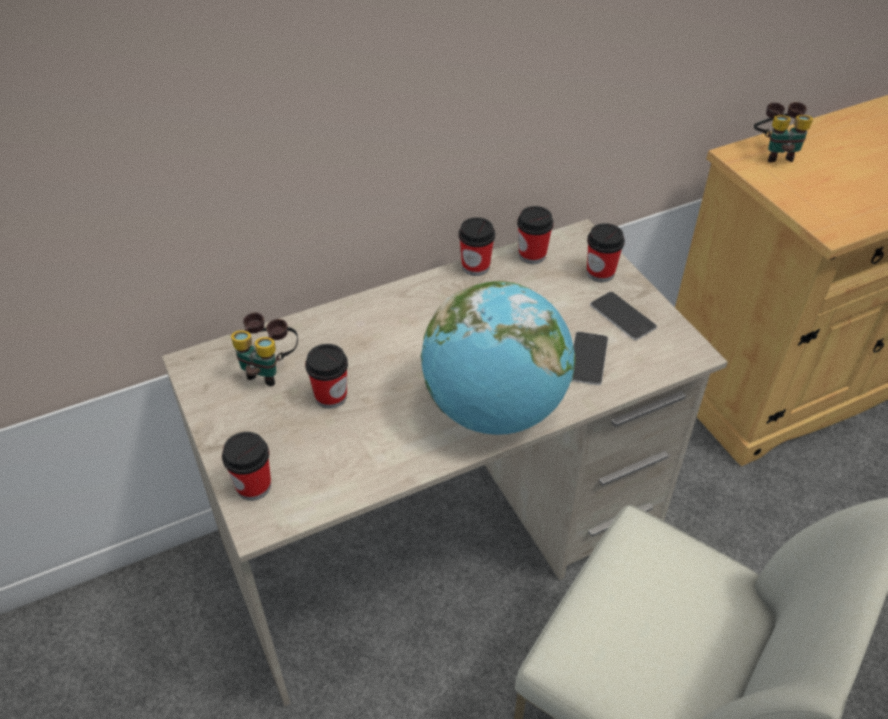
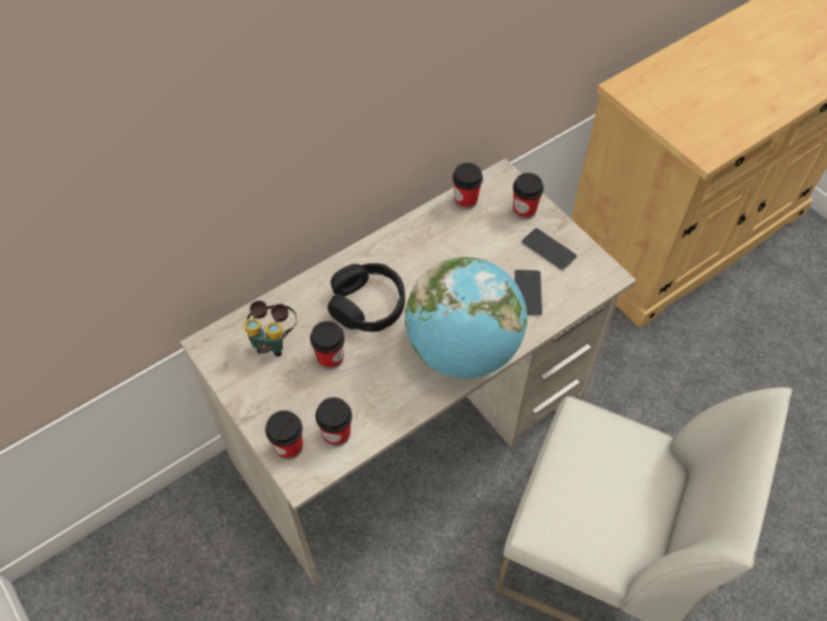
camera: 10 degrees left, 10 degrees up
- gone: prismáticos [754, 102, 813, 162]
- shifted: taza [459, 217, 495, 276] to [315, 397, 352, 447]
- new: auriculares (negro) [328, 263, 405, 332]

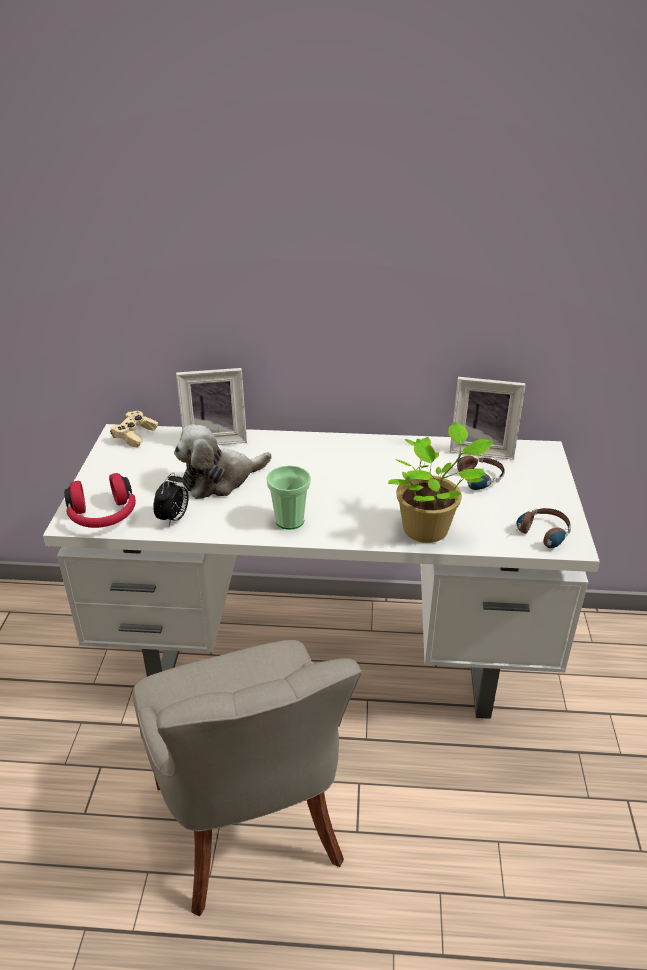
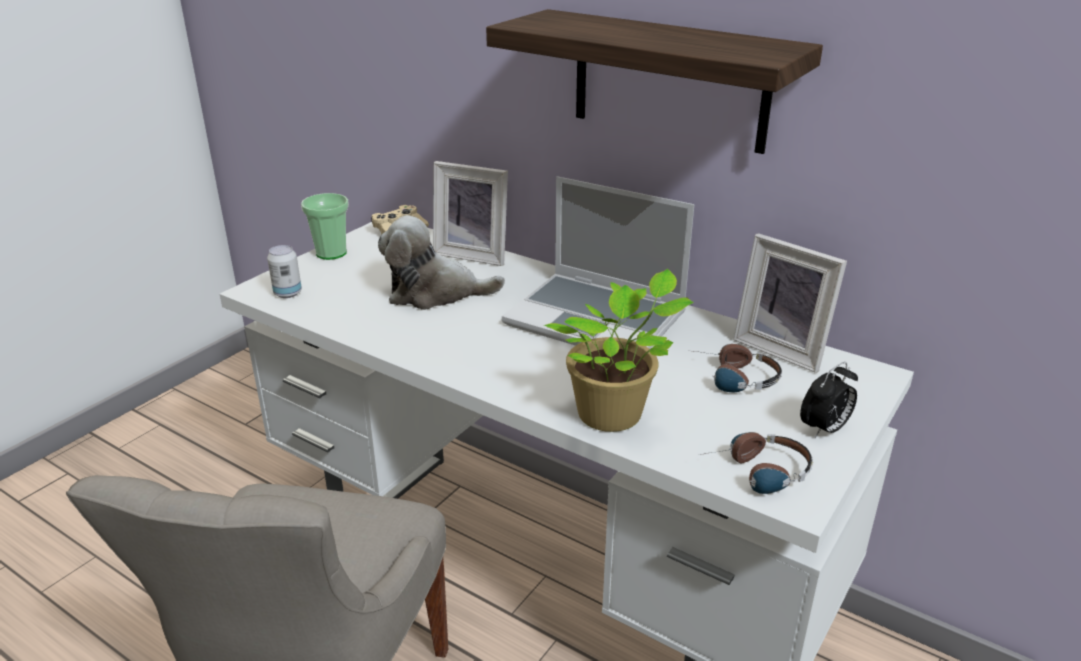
camera: 30 degrees right, 5 degrees down
- shifted: taza [266, 465, 311, 530] to [301, 193, 349, 260]
- shifted: despertador [153, 472, 189, 526] to [800, 362, 858, 438]
- swapped: auriculares (rojo) [64, 473, 136, 528] to lata [267, 245, 302, 298]
- new: estante [486, 9, 823, 154]
- new: portátil [502, 176, 694, 349]

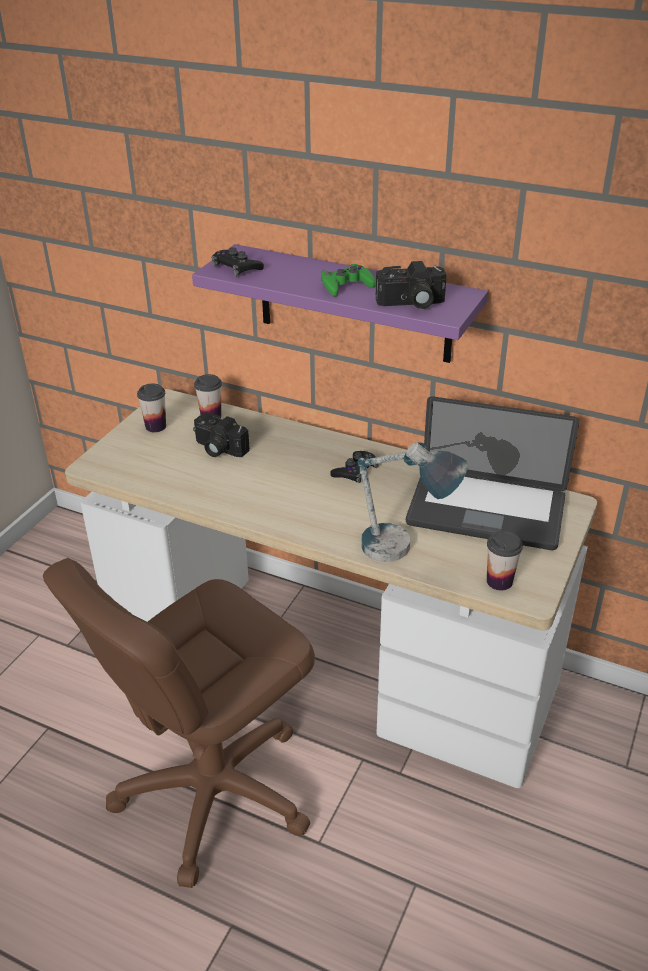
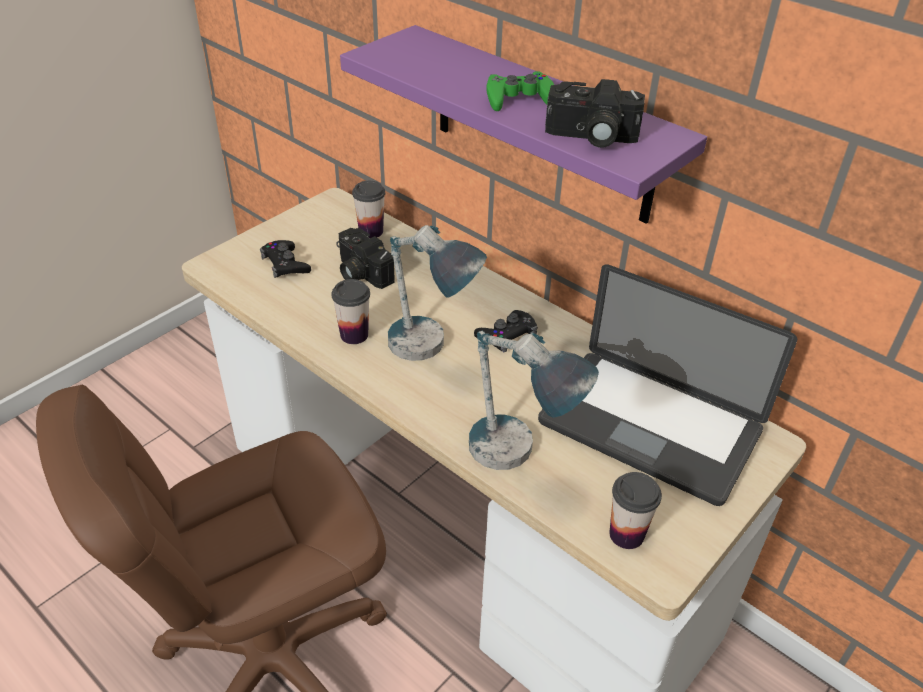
camera: 15 degrees right, 5 degrees up
- shifted: mando de consola (negro) [211, 247, 264, 276] to [260, 240, 311, 278]
- shifted: taza [137, 384, 166, 432] to [332, 279, 370, 344]
- new: lámpara de mesa [388, 225, 487, 361]

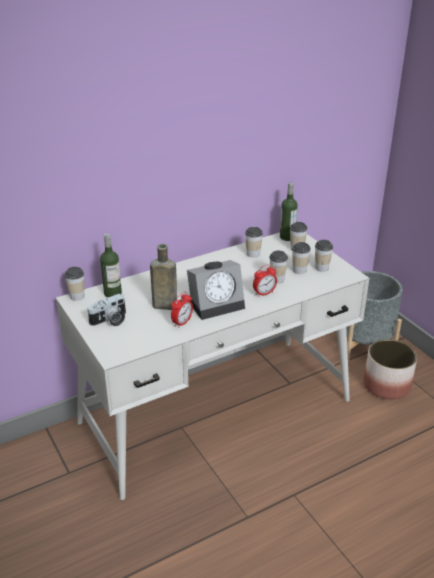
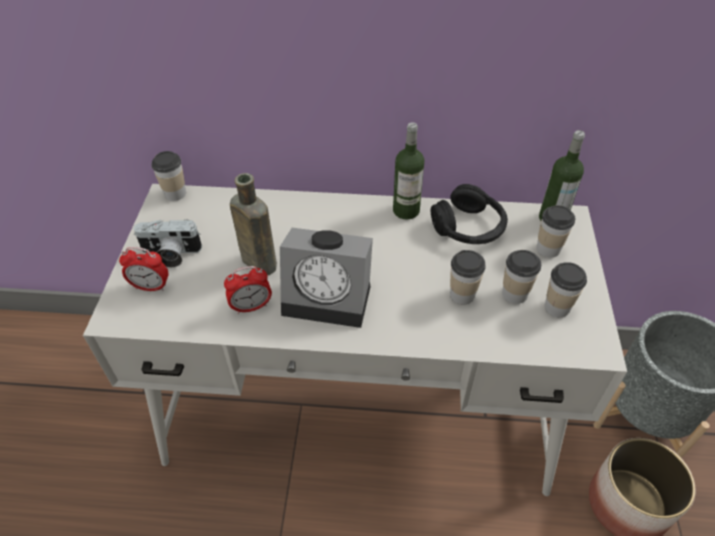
camera: 35 degrees right, 15 degrees up
- swapped: taza [245, 227, 263, 258] to auriculares (negro) [431, 184, 508, 244]
- shifted: botella [100, 234, 122, 298] to [393, 122, 424, 220]
- shifted: despertador [253, 264, 277, 297] to [119, 247, 168, 291]

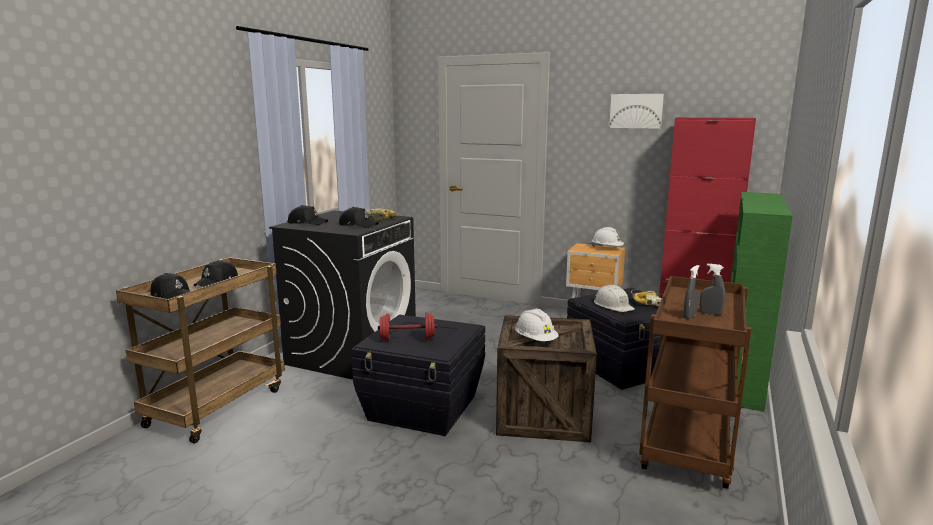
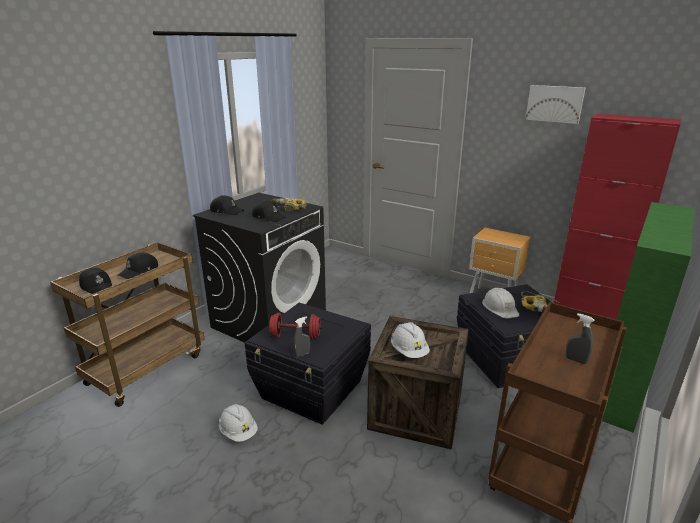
camera: 10 degrees right, 10 degrees up
- shifted: casco (blanco) [591, 227, 624, 247] to [219, 404, 258, 442]
- shifted: pulverizador (gris) [683, 265, 700, 319] to [293, 316, 310, 357]

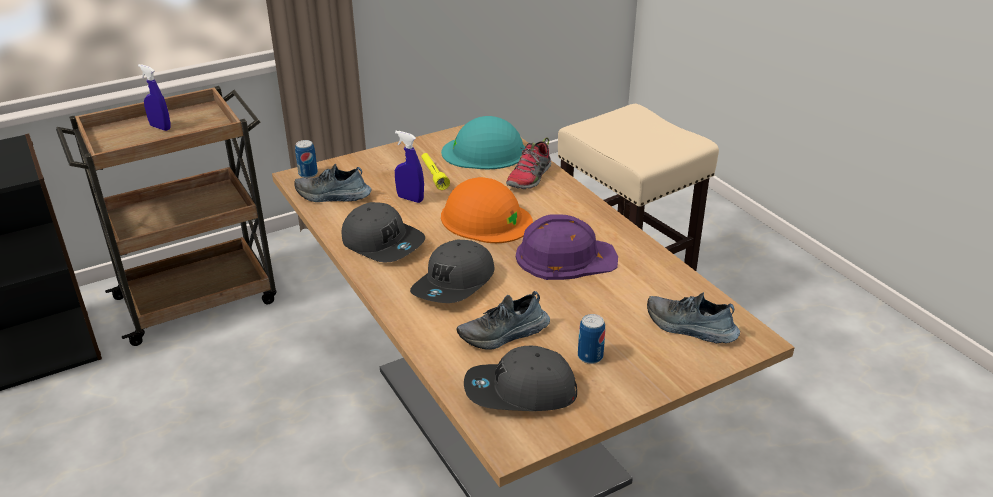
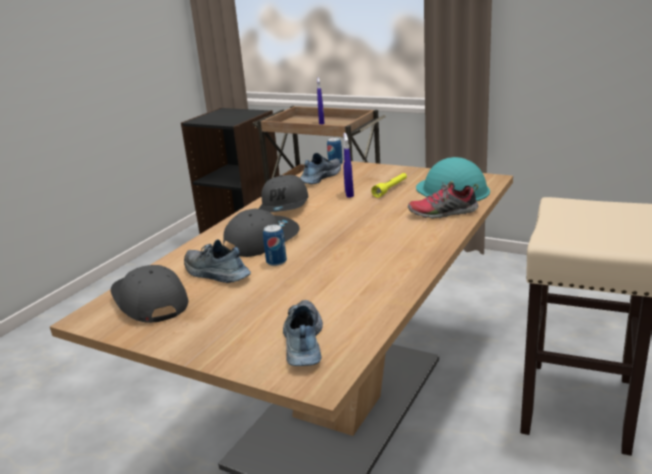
camera: 60 degrees right, 10 degrees down
- rotated: zapato [294, 164, 372, 202] = [300, 153, 341, 184] 60 degrees clockwise
- gone: casco (naranja) [441, 177, 533, 243]
- gone: casco (morado) [516, 214, 618, 280]
- rotated: gorra (gris) [410, 240, 495, 303] = [223, 209, 300, 257] 135 degrees clockwise
- shifted: lata [578, 314, 605, 364] to [263, 225, 287, 266]

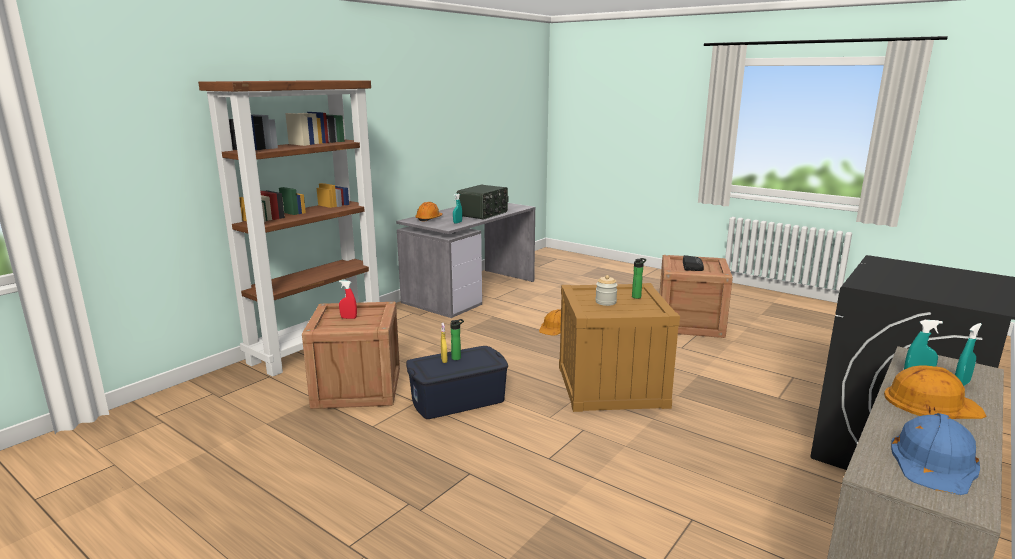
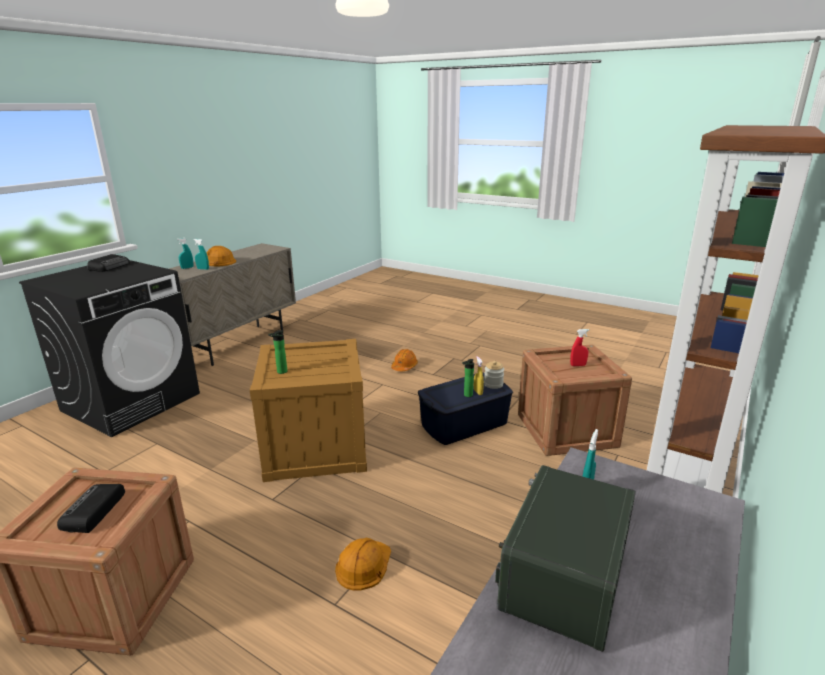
camera: 175 degrees right, 5 degrees up
- shifted: casco (naranja) [415, 202, 443, 221] to [391, 349, 418, 371]
- shifted: tarro [595, 275, 618, 306] to [484, 361, 504, 389]
- gone: casco (azul) [891, 413, 980, 495]
- new: radio [87, 254, 130, 272]

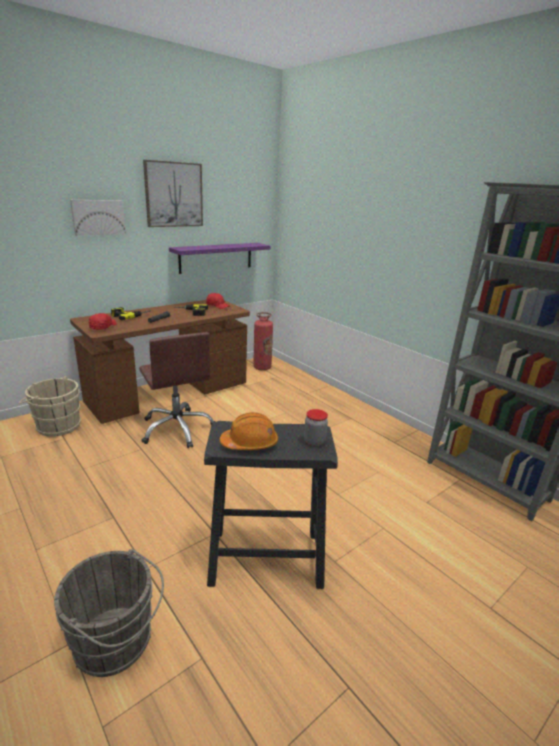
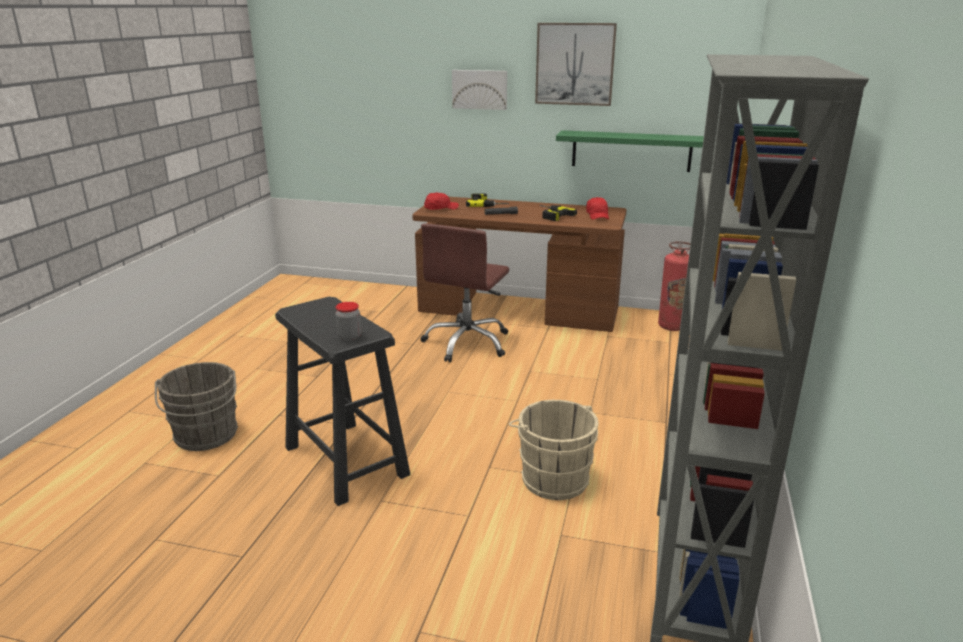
camera: 55 degrees right, 0 degrees up
- repainted: estante (morado) [169, 243, 271, 274] to estante (verde) [556, 130, 704, 172]
- shifted: cubo (beis) [19, 376, 81, 437] to [509, 400, 598, 500]
- gone: casco (naranja) [220, 412, 278, 450]

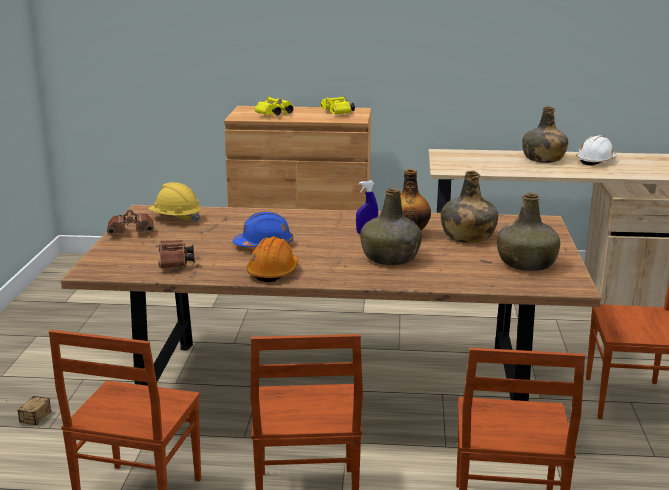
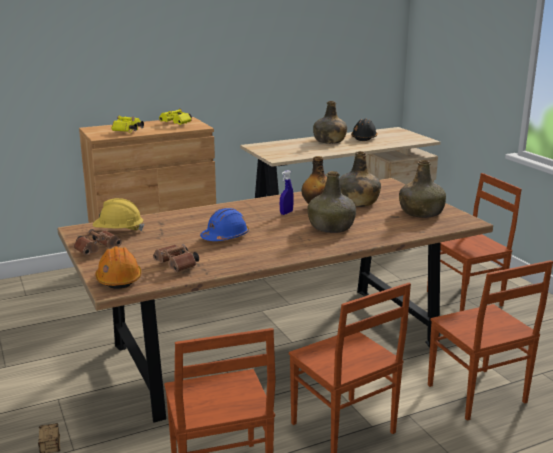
camera: 30 degrees left, 0 degrees up
- repainted: casco (blanco) [576, 136, 617, 165] to casco (negro) [351, 119, 378, 141]
- shifted: casco (naranja) [246, 236, 298, 282] to [95, 246, 142, 289]

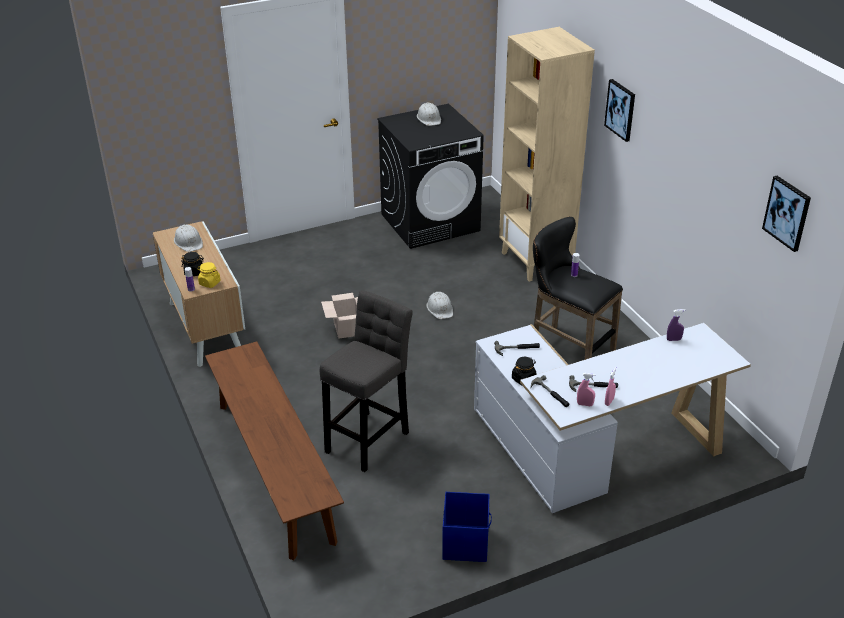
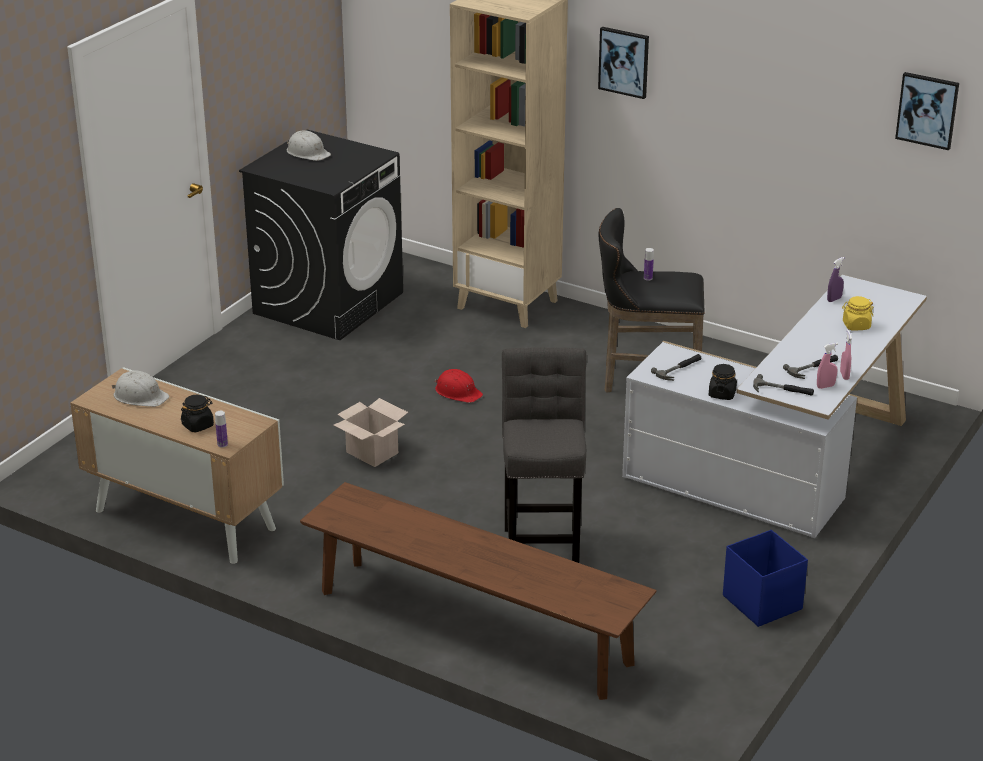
camera: 35 degrees left, 5 degrees down
- shifted: tarro (amarillo) [197, 262, 221, 288] to [842, 296, 874, 330]
- repainted: casco (blanco) [426, 292, 453, 319] to casco (rojo) [435, 369, 483, 403]

